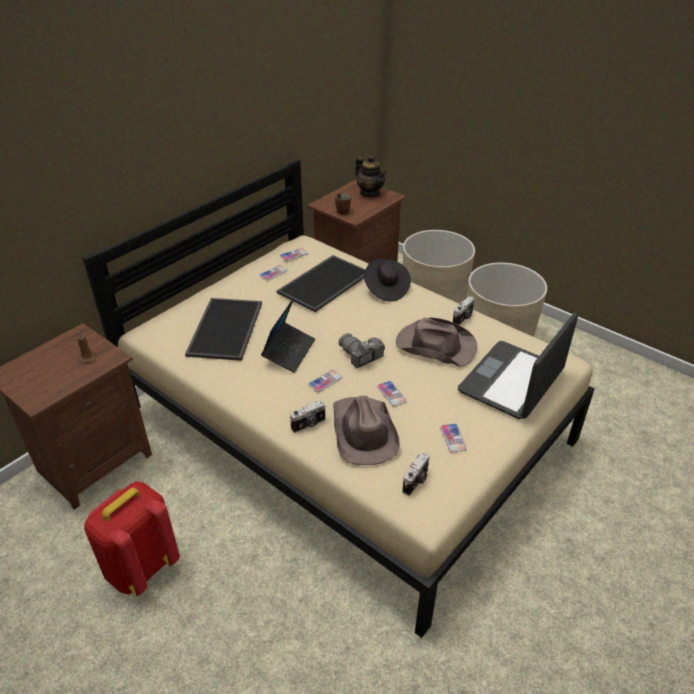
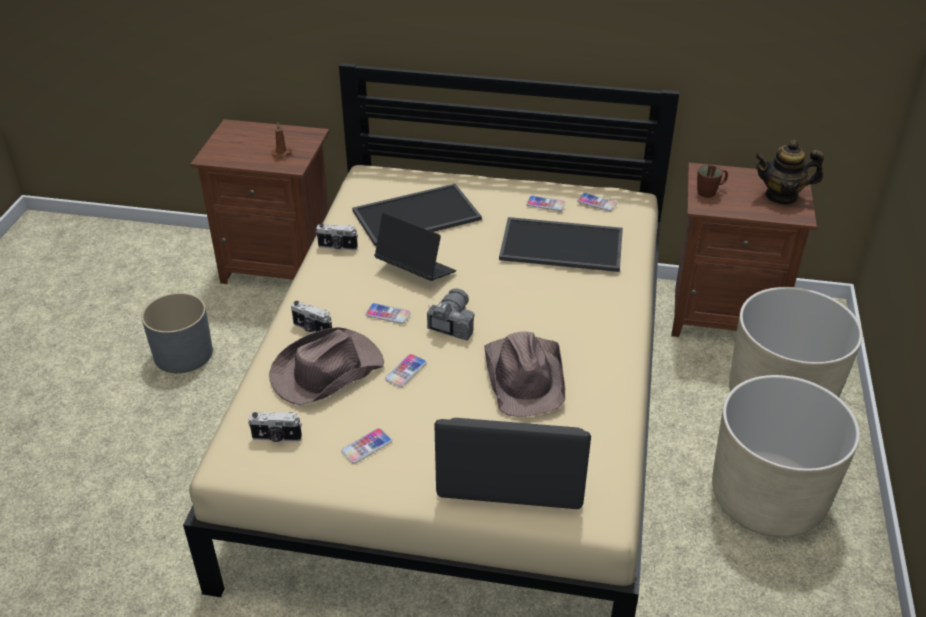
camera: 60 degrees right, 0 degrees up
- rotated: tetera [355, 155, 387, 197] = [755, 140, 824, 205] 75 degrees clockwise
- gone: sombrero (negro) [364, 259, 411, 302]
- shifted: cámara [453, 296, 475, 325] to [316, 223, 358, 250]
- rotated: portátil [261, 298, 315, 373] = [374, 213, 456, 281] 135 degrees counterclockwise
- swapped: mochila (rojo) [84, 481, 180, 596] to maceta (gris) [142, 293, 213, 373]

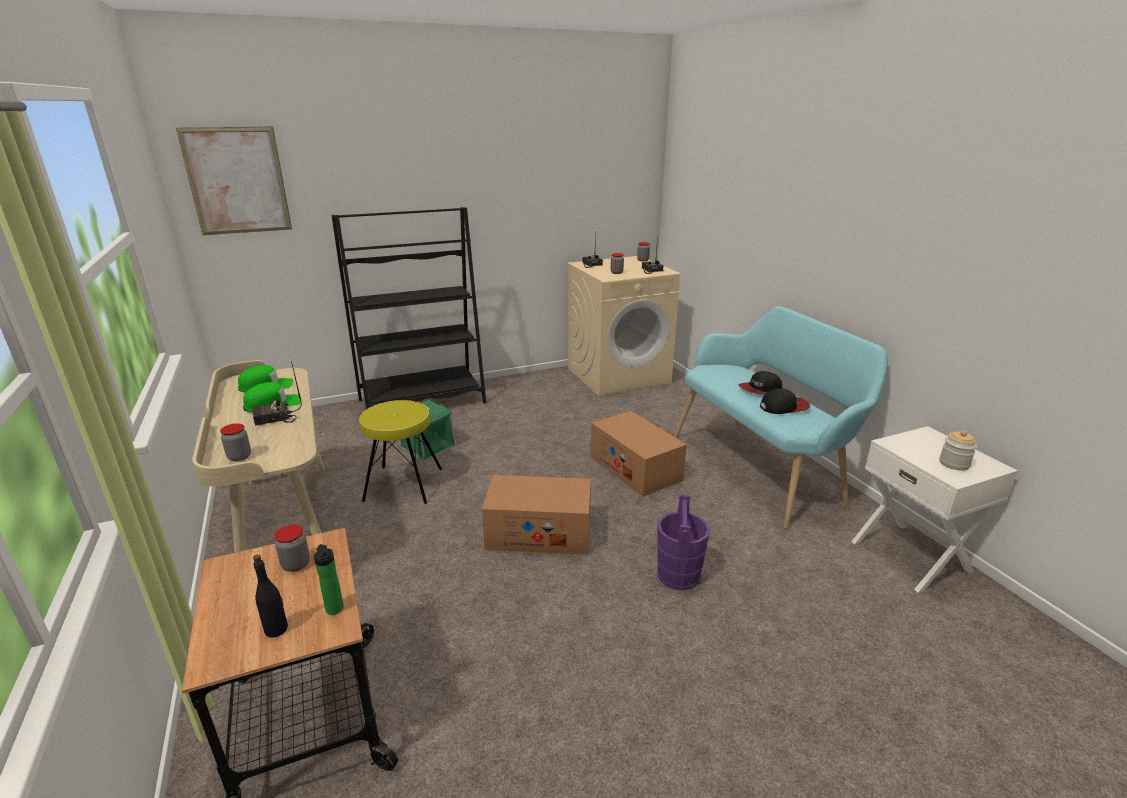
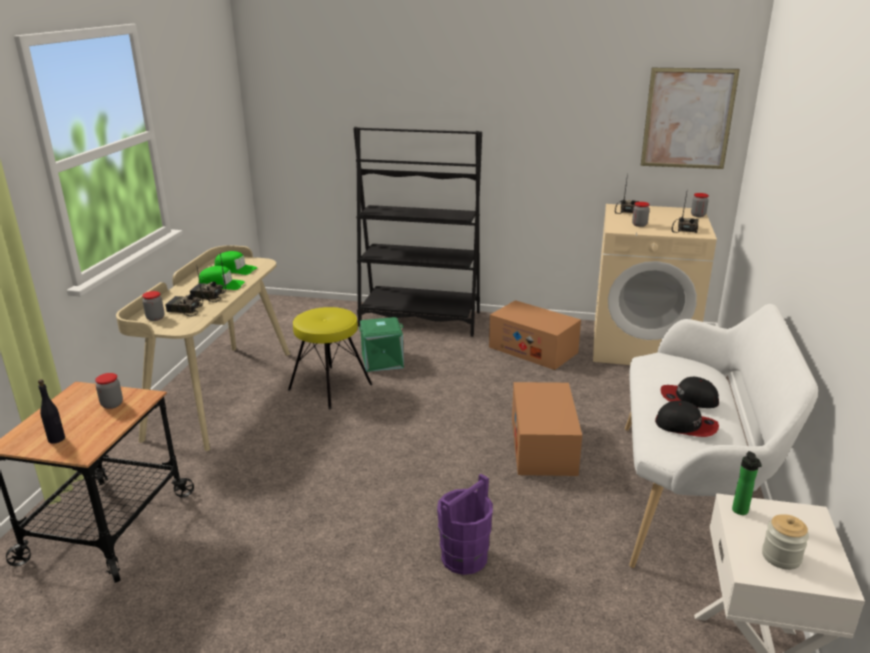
camera: 35 degrees right, 0 degrees up
- shifted: cuadro [176, 127, 292, 235] to [641, 68, 740, 169]
- repainted: banco (turquesa) [675, 306, 888, 529] to banco (blanco) [625, 304, 818, 568]
- shifted: caja de cartón [482, 475, 591, 555] to [489, 300, 581, 370]
- shifted: botella [314, 544, 344, 615] to [732, 451, 762, 515]
- new: radio [165, 264, 203, 317]

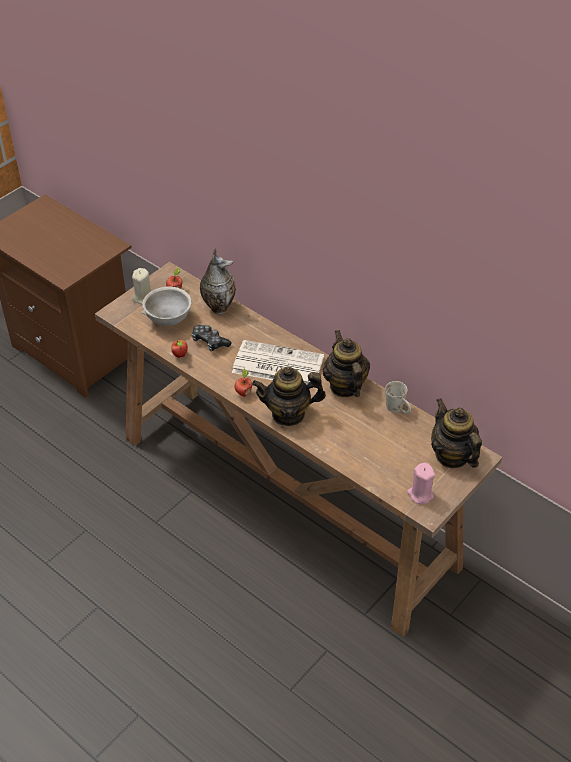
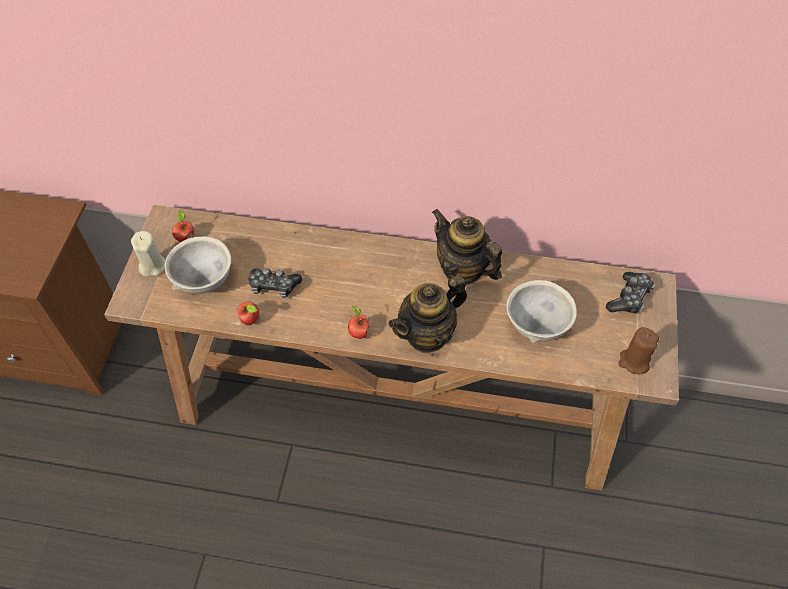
camera: 30 degrees left, 10 degrees up
- gone: florero [200, 249, 236, 314]
- gone: periódico [232, 340, 324, 385]
- gone: taza grande (blanco) [385, 381, 411, 414]
- swapped: tetera [431, 398, 482, 468] to mando de consola [606, 272, 655, 314]
- repainted: vela (rosa) [407, 463, 435, 505] to vela (marrón) [619, 327, 659, 375]
- new: cuenco (gris) [506, 280, 577, 343]

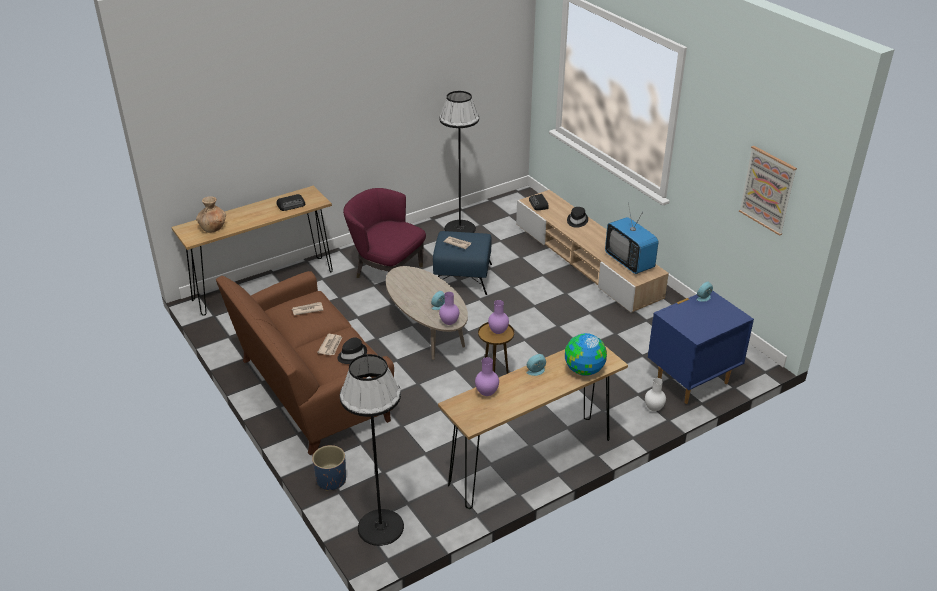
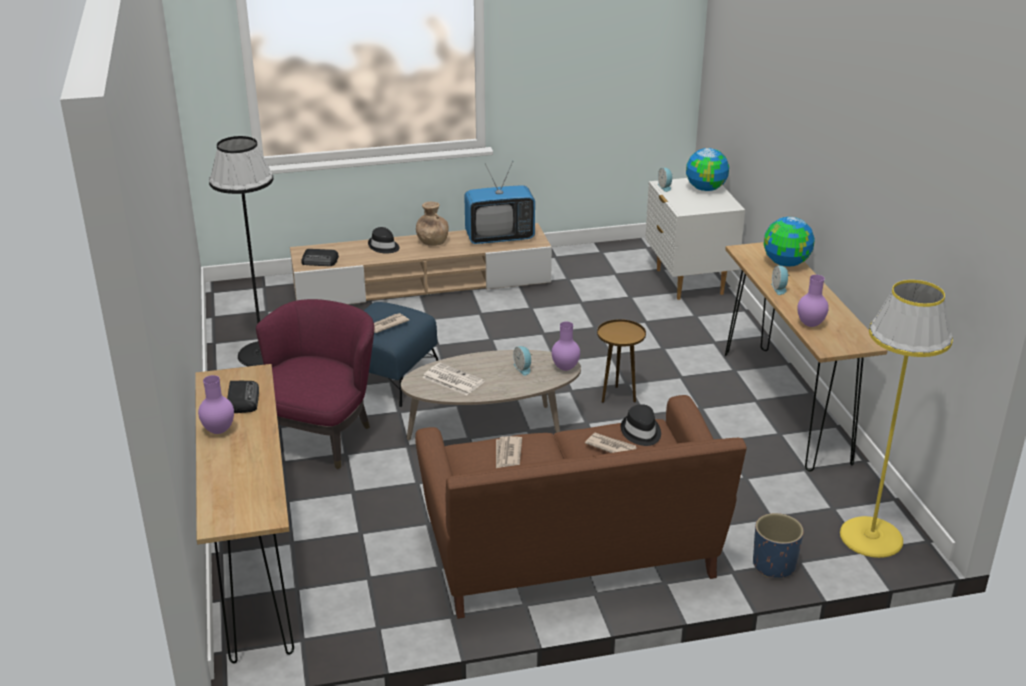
camera: 70 degrees left, 5 degrees down
- gone: cuadro [739, 146, 797, 236]
- rotated: sillón (morado) [343, 188, 426, 278] = [256, 299, 374, 469] 150 degrees clockwise
- shifted: florero (marrón) [196, 196, 226, 233] to [416, 202, 449, 246]
- repainted: mesita de noche (azul) [648, 290, 754, 404] to mesita de noche (blanco) [645, 178, 745, 300]
- shifted: florero (morado) [488, 300, 509, 334] to [198, 375, 234, 434]
- repainted: lámpara de pie (negro) [340, 354, 404, 546] to lámpara de pie (amarillo) [840, 280, 953, 558]
- gone: florero (blanco) [645, 378, 666, 411]
- new: globo terráqueo [686, 148, 729, 191]
- new: periódico [422, 363, 485, 395]

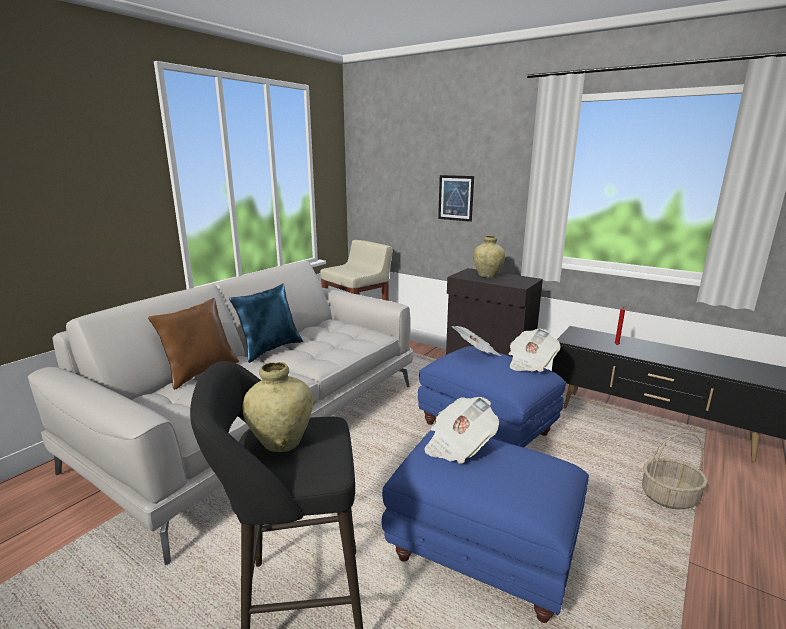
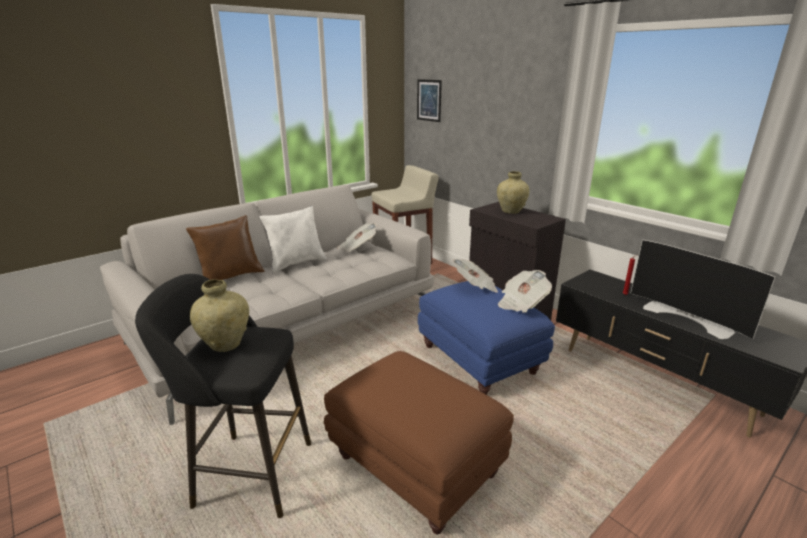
camera: 15 degrees right, 5 degrees up
- shifted: cuadro [438, 175, 474, 222] to [417, 79, 442, 122]
- repainted: cojín (azul) [229, 284, 303, 363] to cojín (blanco) [259, 206, 327, 273]
- shifted: periódico [424, 397, 499, 464] to [337, 223, 377, 252]
- repainted: puf (azul) [381, 430, 589, 623] to puf (marrón) [324, 351, 514, 534]
- gone: cesta [642, 432, 708, 509]
- new: televisor [630, 240, 775, 339]

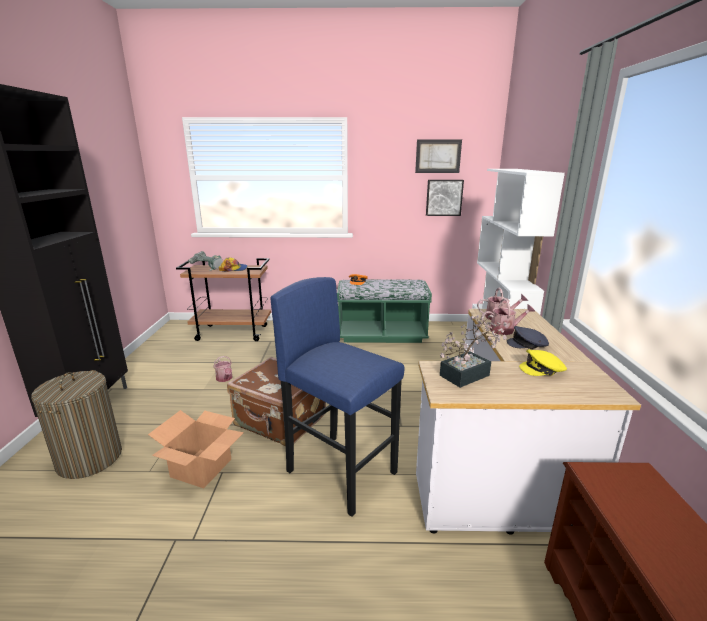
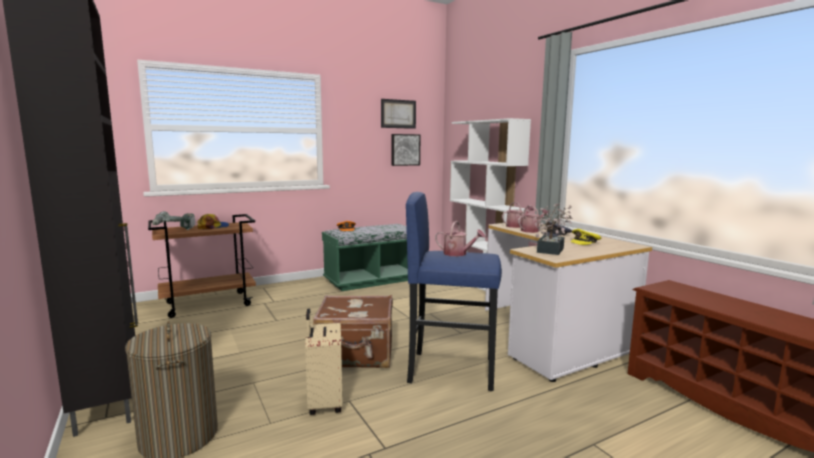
camera: 30 degrees left, 10 degrees down
- shifted: regadera [213, 356, 232, 382] to [435, 221, 485, 256]
- swapped: caja de cartón [148, 410, 244, 488] to maleta (beis) [305, 309, 343, 415]

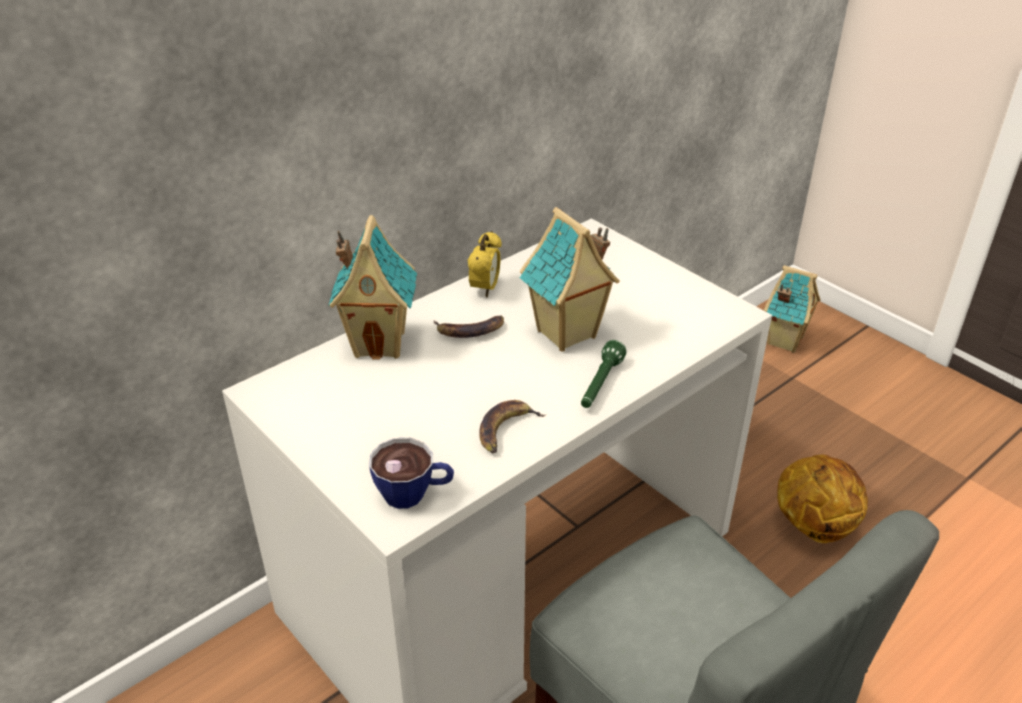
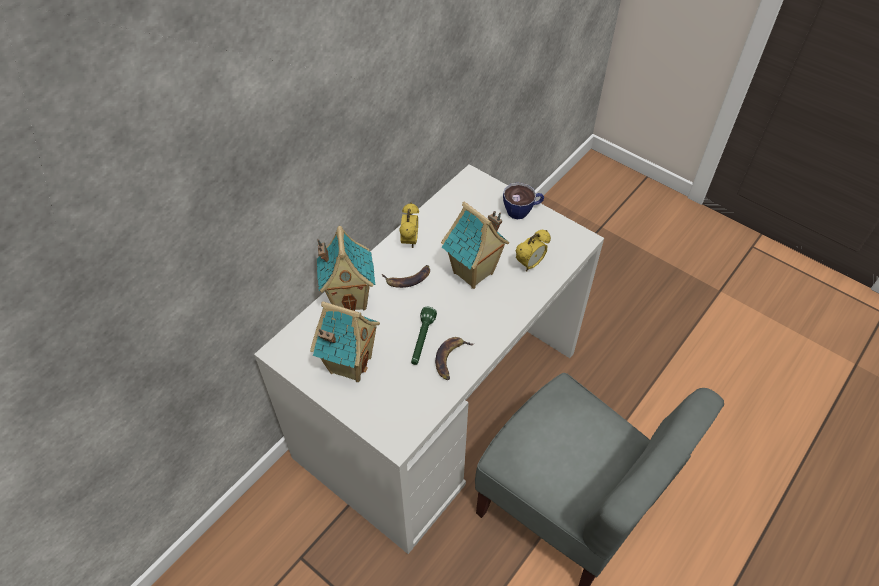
camera: 10 degrees left, 15 degrees up
- shifted: casita [764, 265, 821, 352] to [310, 302, 380, 382]
- shifted: linterna (verde) [581, 340, 627, 408] to [411, 307, 437, 365]
- shifted: taza [369, 438, 454, 509] to [503, 182, 544, 219]
- gone: balón de baloncesto [777, 455, 868, 543]
- new: despertador [516, 230, 551, 271]

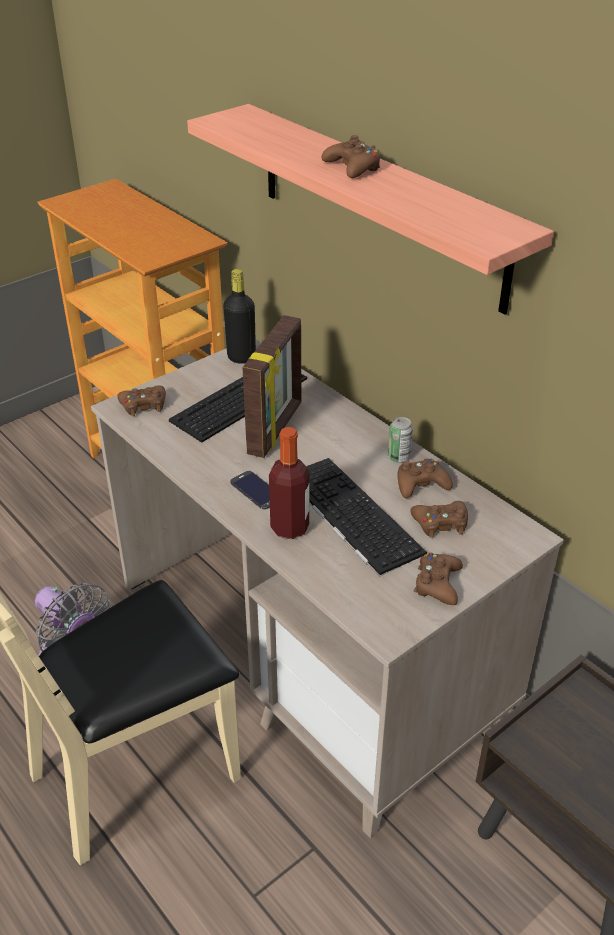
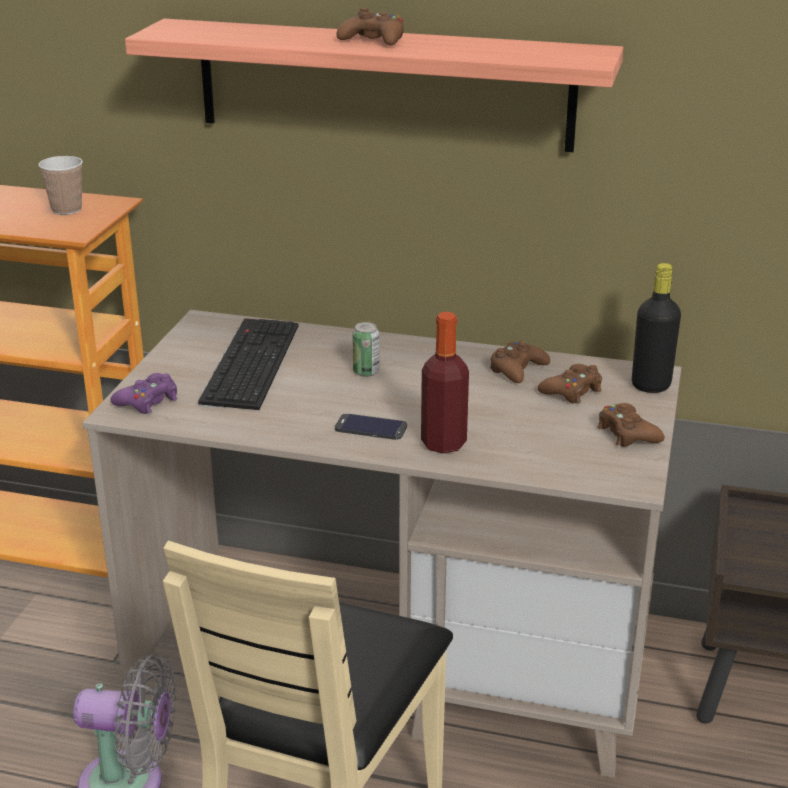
camera: 35 degrees left, 10 degrees down
- shifted: botella (negro) [223, 269, 256, 364] to [632, 263, 681, 393]
- gone: portarretratos [242, 315, 301, 458]
- repainted: mando de consola (marrón) [117, 385, 166, 416] to mando de consola (morado) [111, 373, 177, 414]
- shifted: lata [388, 417, 413, 463] to [352, 322, 380, 377]
- gone: teclado [306, 458, 427, 576]
- new: taza [38, 156, 83, 215]

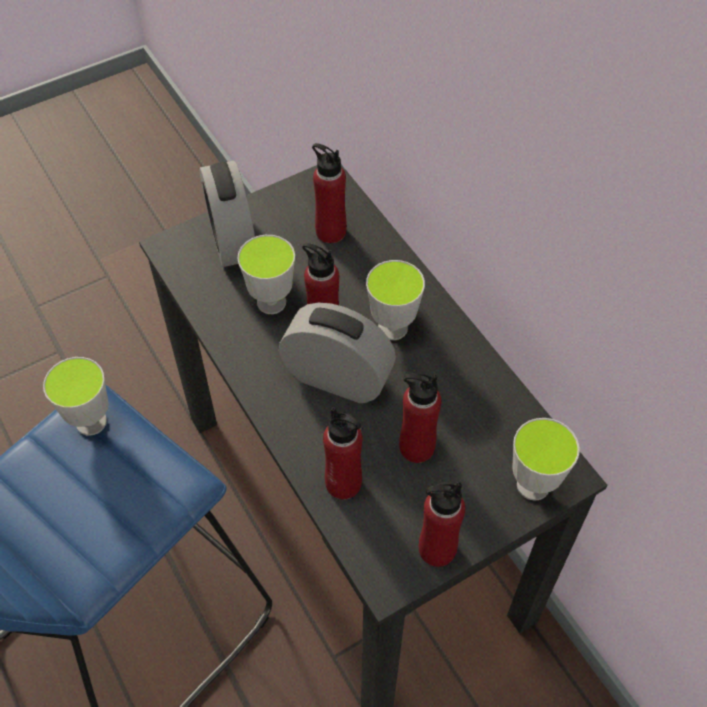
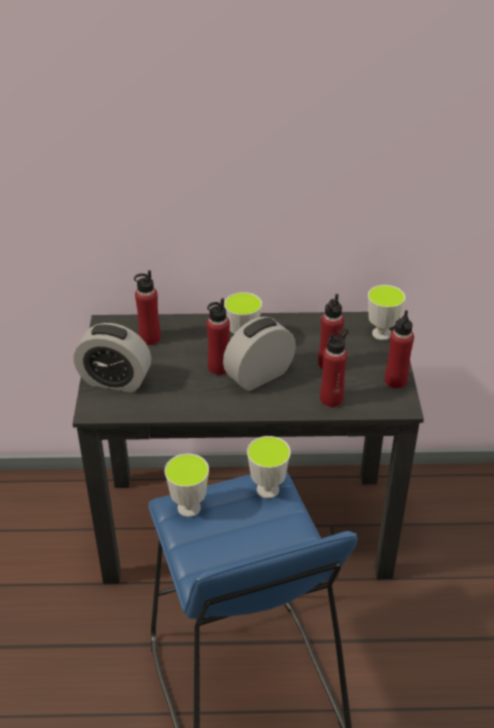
camera: 60 degrees left, 15 degrees down
- shifted: taza [237, 235, 295, 314] to [247, 436, 291, 499]

